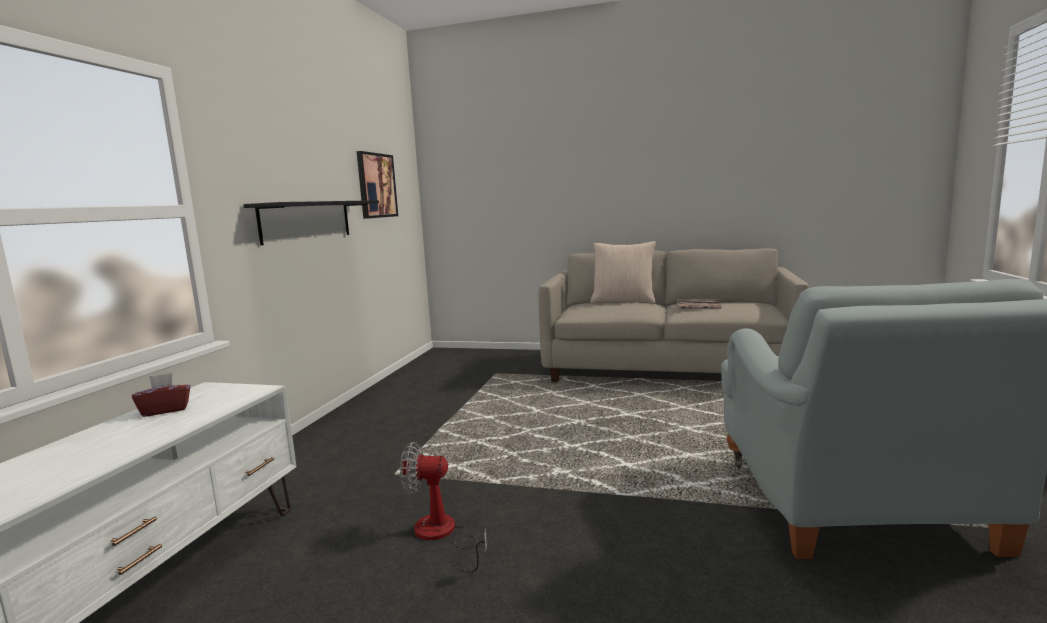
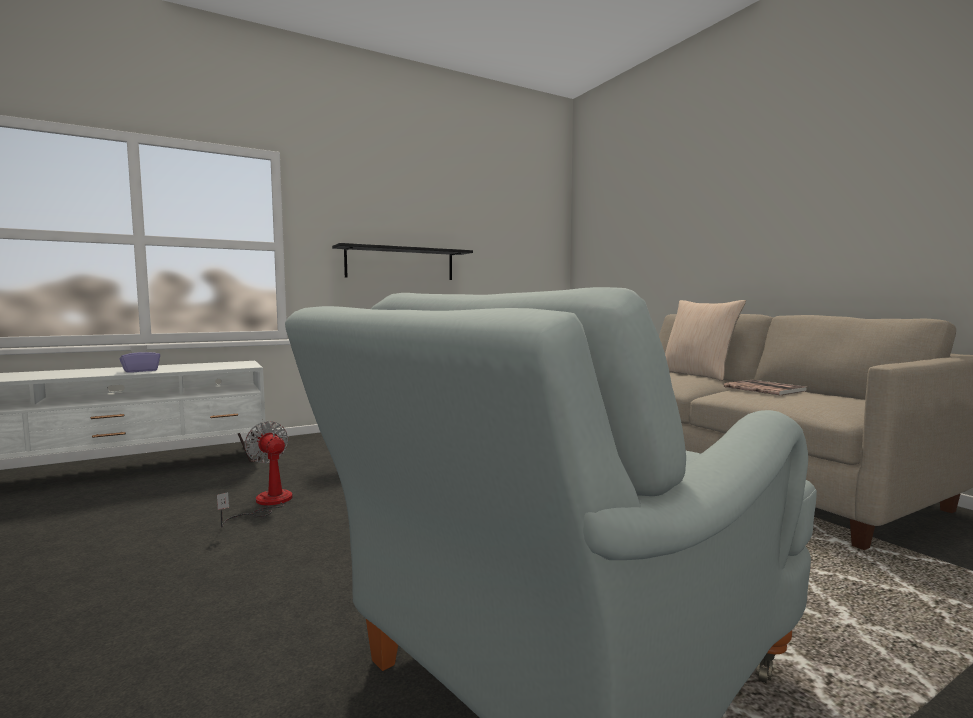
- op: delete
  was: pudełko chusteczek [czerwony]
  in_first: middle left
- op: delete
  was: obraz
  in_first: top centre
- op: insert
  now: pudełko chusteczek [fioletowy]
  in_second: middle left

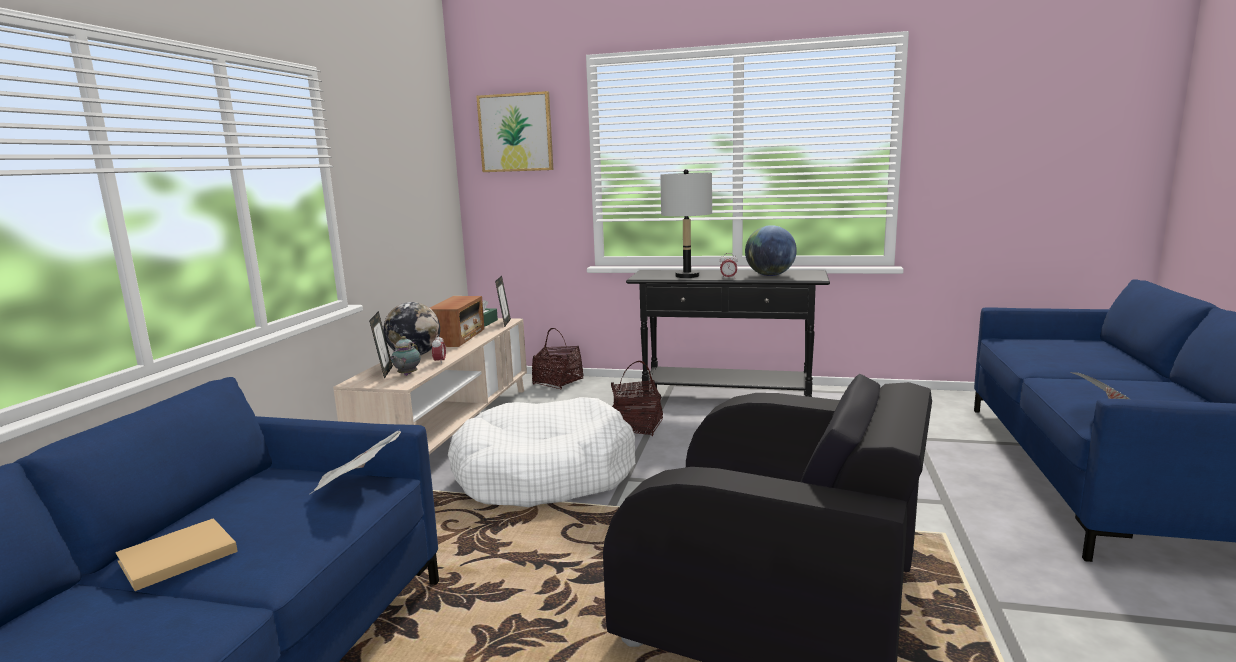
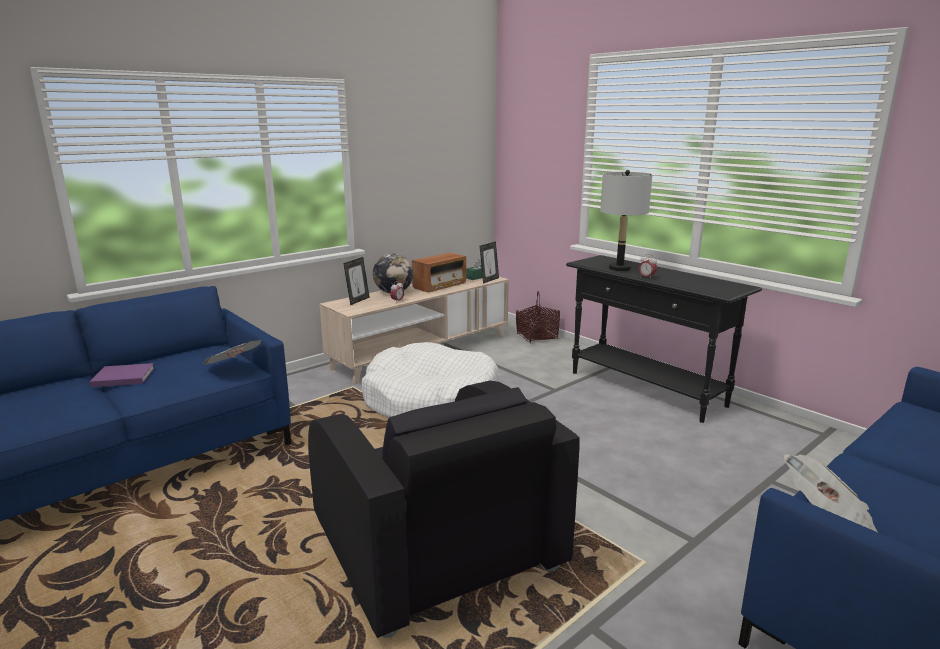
- op: delete
  was: imbryk
  in_first: middle left
- op: delete
  was: obraz
  in_first: top centre
- op: delete
  was: koszyk (2nd from left)
  in_first: centre
- op: delete
  was: globus (2nd from left)
  in_first: centre
- op: recolor
  was: książka [beżowy]
  now: książka [fioletowy]
  in_first: bottom left
  in_second: middle left

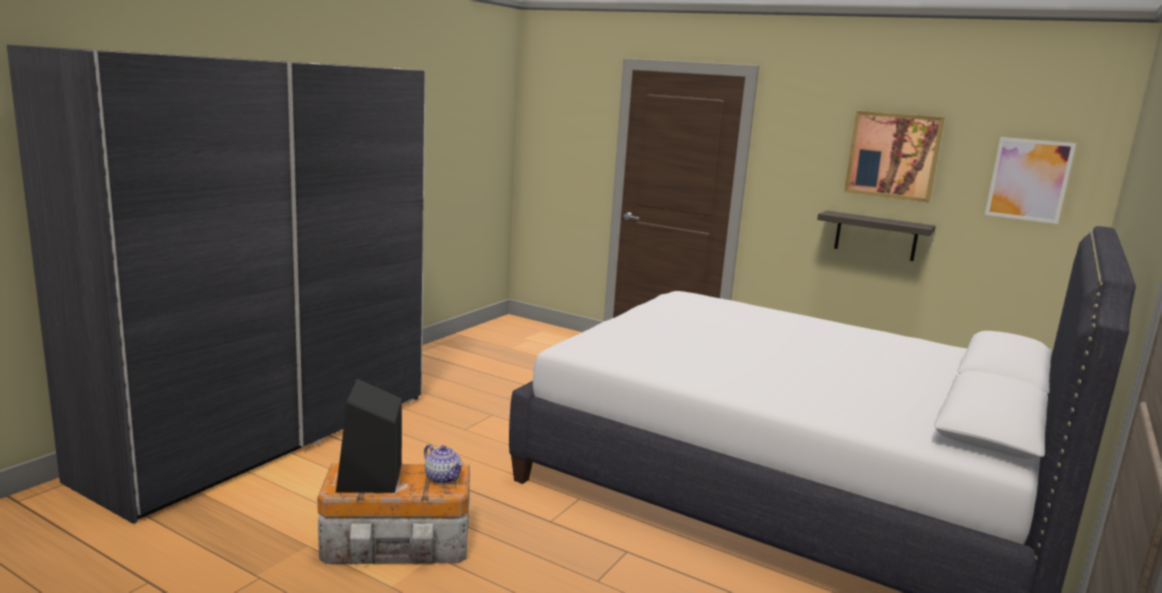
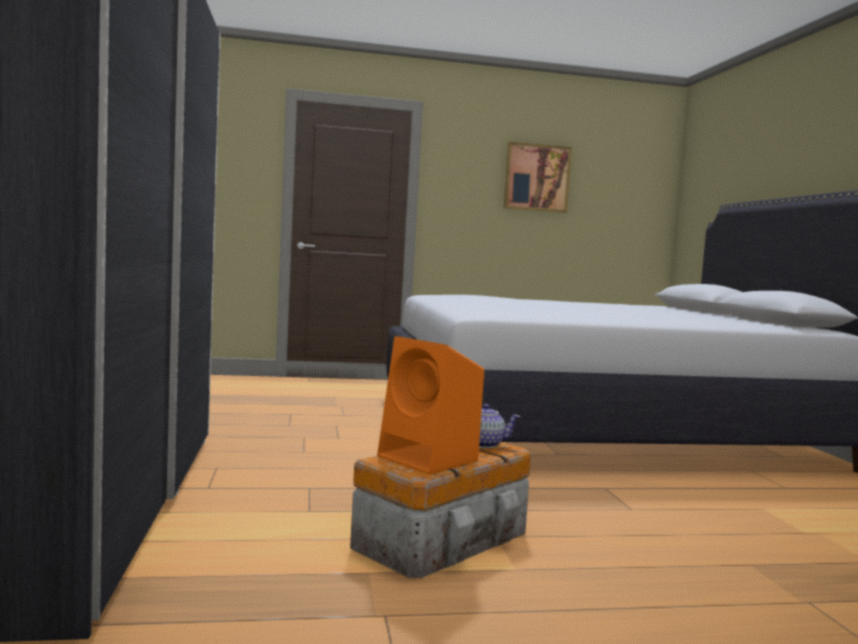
- op: delete
  was: półka
  in_first: middle right
- op: delete
  was: obraz (2nd from left)
  in_first: top right
- op: recolor
  was: głośnik [czarny]
  now: głośnik [pomarańczowy]
  in_first: bottom left
  in_second: centre

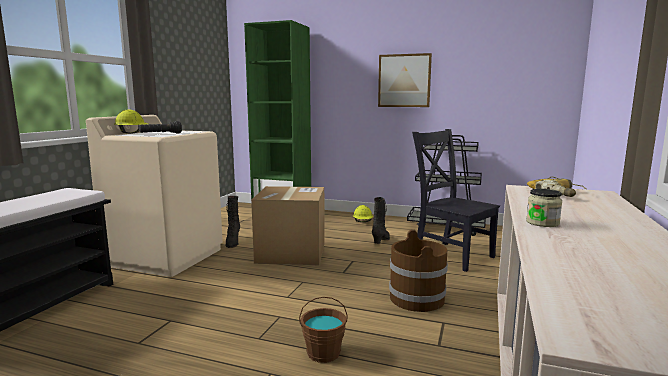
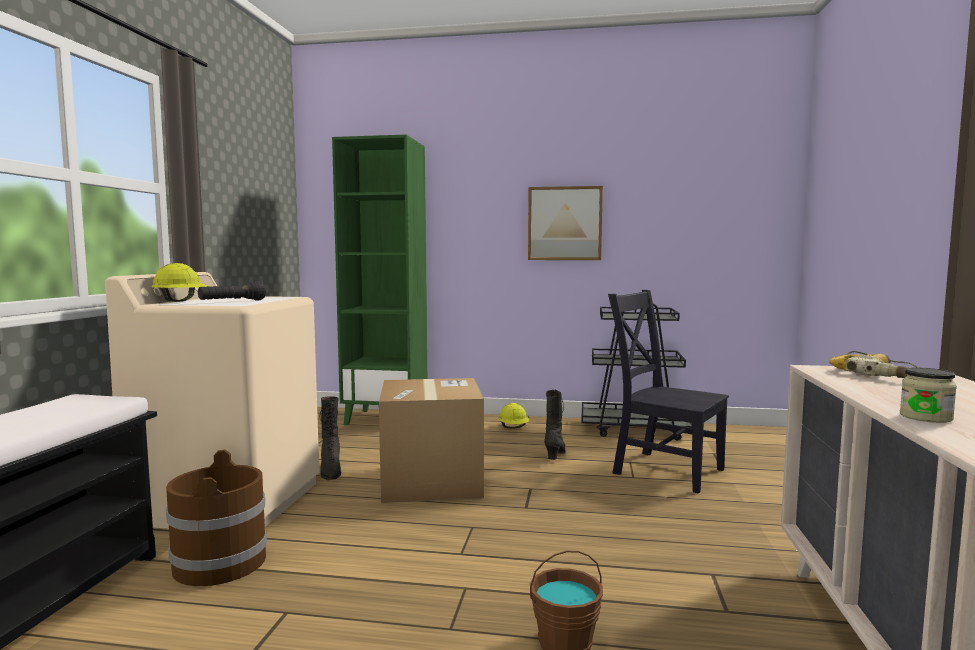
- op: move
  was: wiadro [brązowy] (2nd from left in the first image)
  now: wiadro [brązowy] (1st from left)
  in_first: bottom centre
  in_second: bottom left

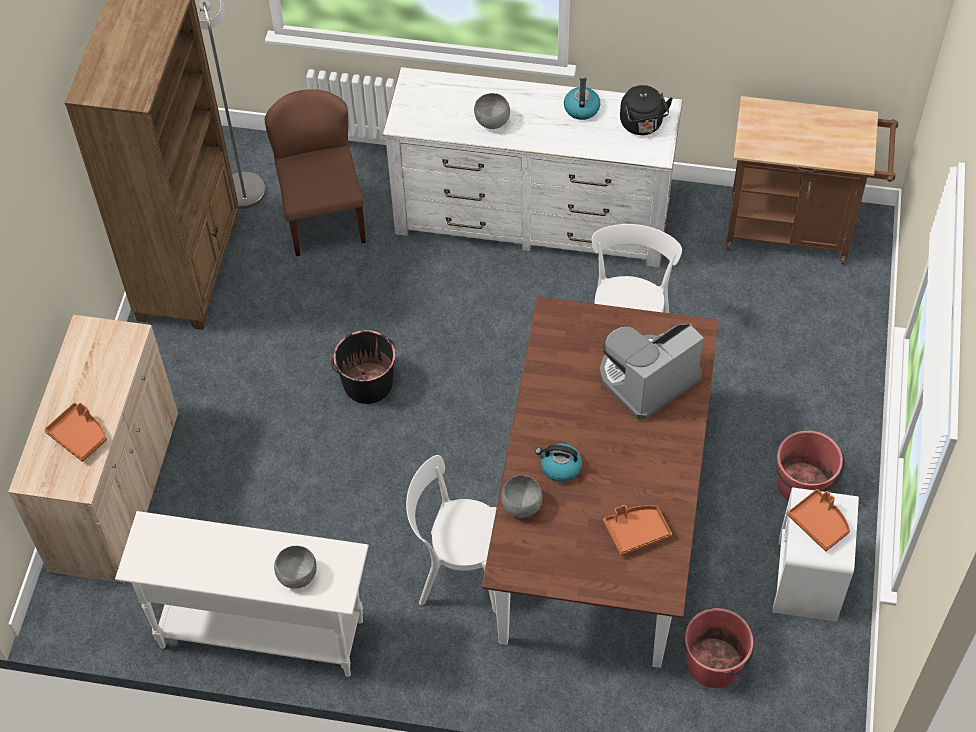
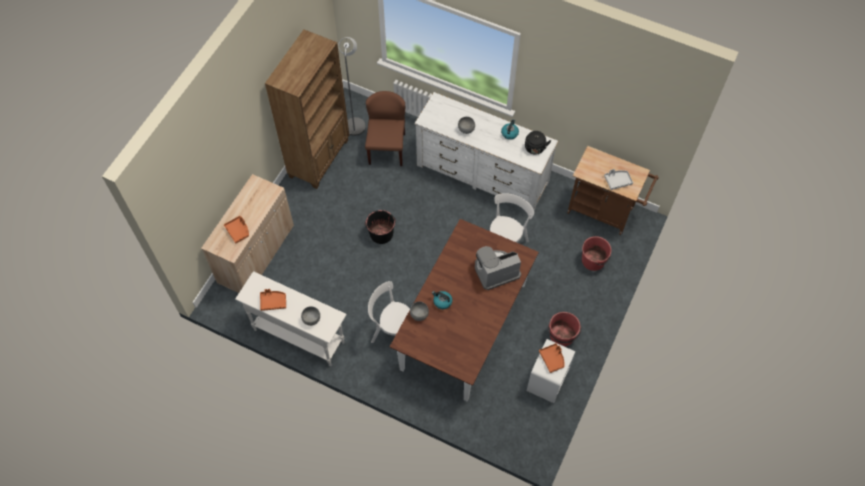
- op: insert
  now: taca [szary]
  in_second: middle right
- op: move
  was: taca [pomarańczowy] (2nd from left)
  in_first: bottom centre
  in_second: middle left
- op: move
  was: wiadro [czerwony] (1st from left in the first image)
  now: wiadro [czerwony] (2nd from left)
  in_first: bottom right
  in_second: middle right

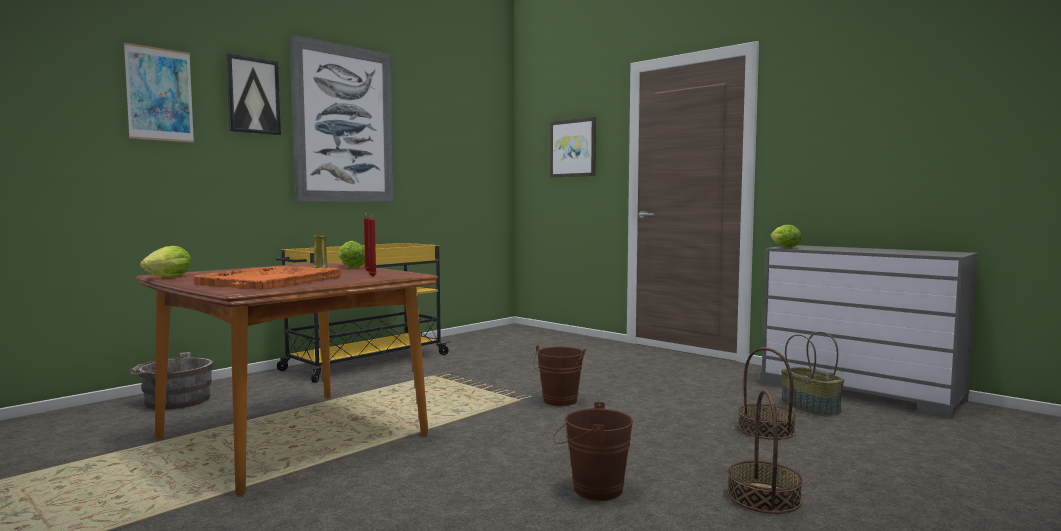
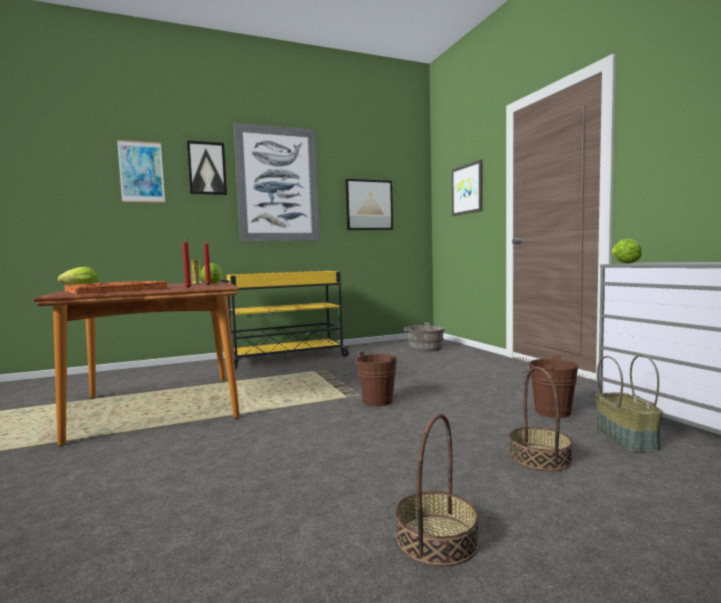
- op: insert
  now: obraz (4th from left)
  in_second: centre
- op: move
  was: wiadro [szary]
  in_first: bottom left
  in_second: centre
- op: move
  was: wiadro [brązowy] (2nd from left)
  in_first: bottom centre
  in_second: middle right

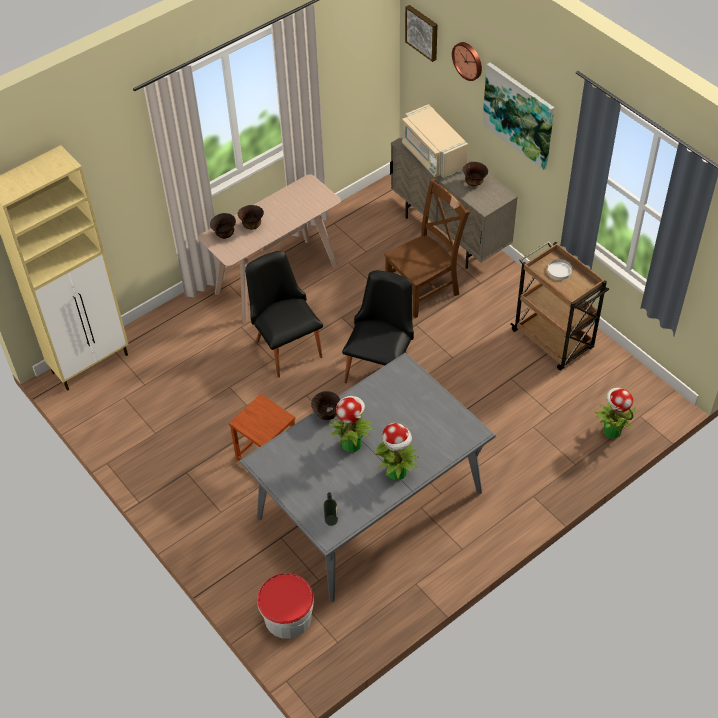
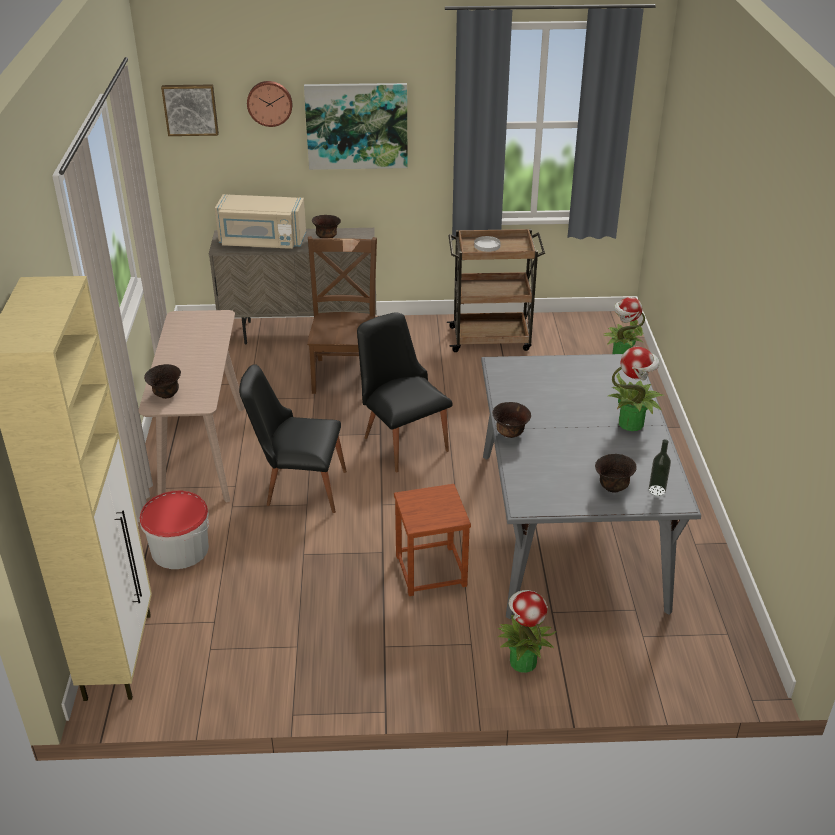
- op: move
  was: miska [brązowy] (2nd from left in the first image)
  now: miska [brązowy] (4th from left)
  in_first: top centre
  in_second: middle right
- op: move
  was: wiadro
  in_first: bottom centre
  in_second: middle left
- op: move
  was: roślina doniczkowa (1st from left)
  in_first: centre
  in_second: bottom centre

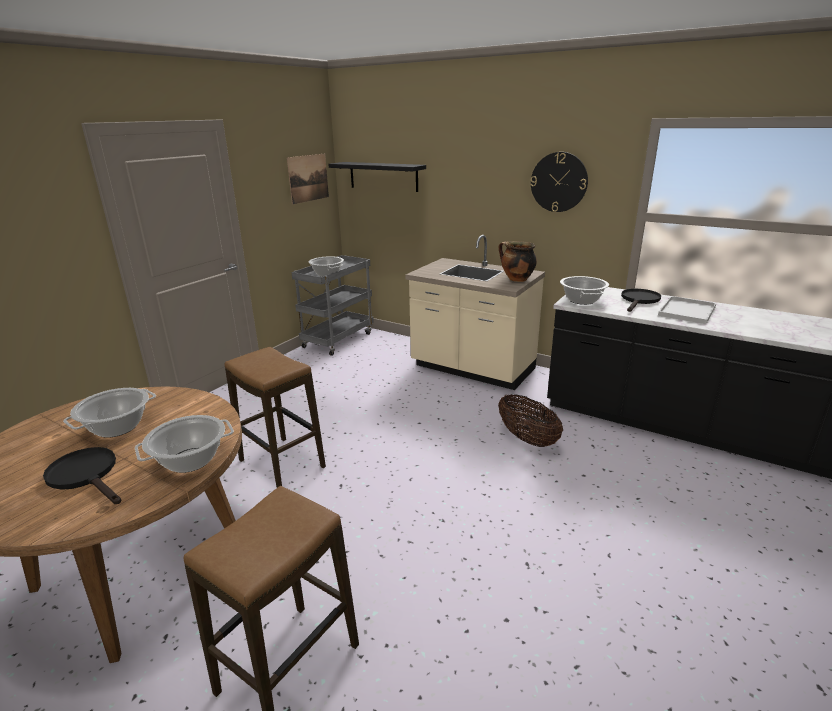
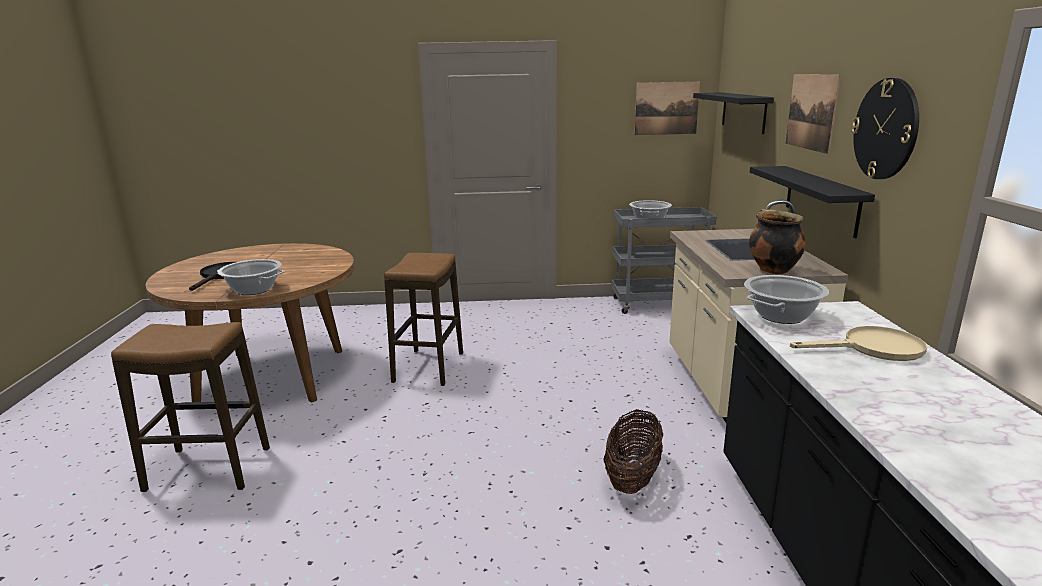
- op: delete
  was: garnek (1st from left)
  in_first: middle left
- op: delete
  was: taca [biały]
  in_first: middle right
- op: insert
  now: półka [czarny] (2nd from left)
  in_second: middle right
- op: insert
  now: obraz (2nd from left)
  in_second: top right
- op: recolor
  was: patelnia [czarny] (2nd from left)
  now: patelnia [beżowy]
  in_first: middle right
  in_second: middle right

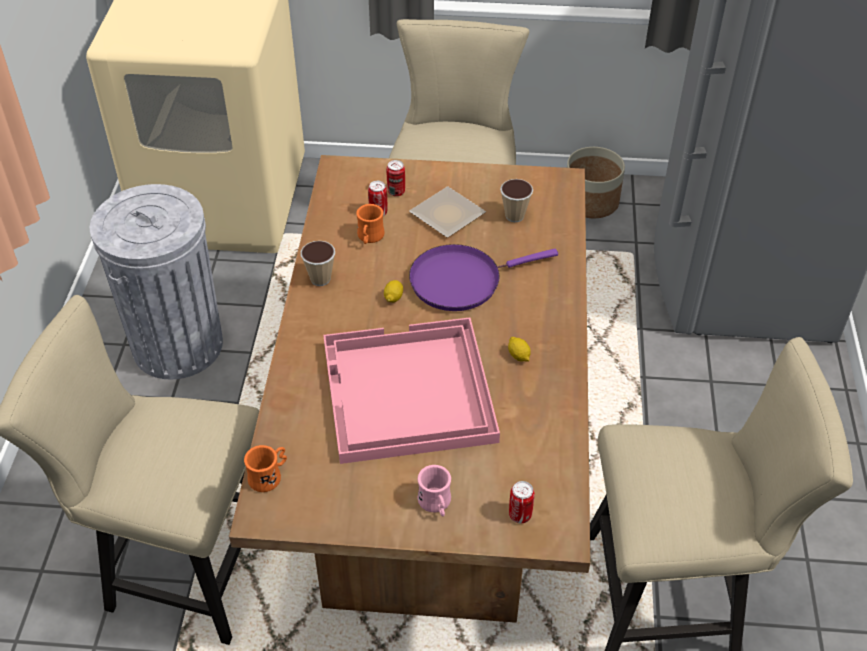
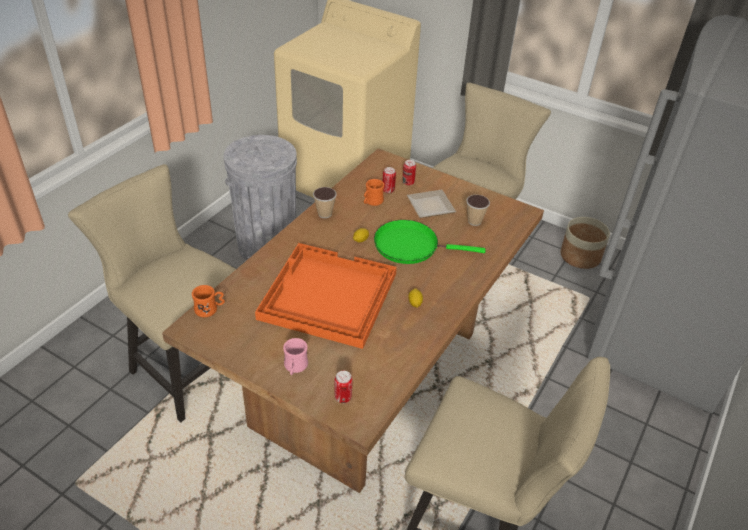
- op: recolor
  was: taca [różowy]
  now: taca [pomarańczowy]
  in_first: centre
  in_second: centre
- op: recolor
  was: patelnia [fioletowy]
  now: patelnia [zielony]
  in_first: centre
  in_second: centre

